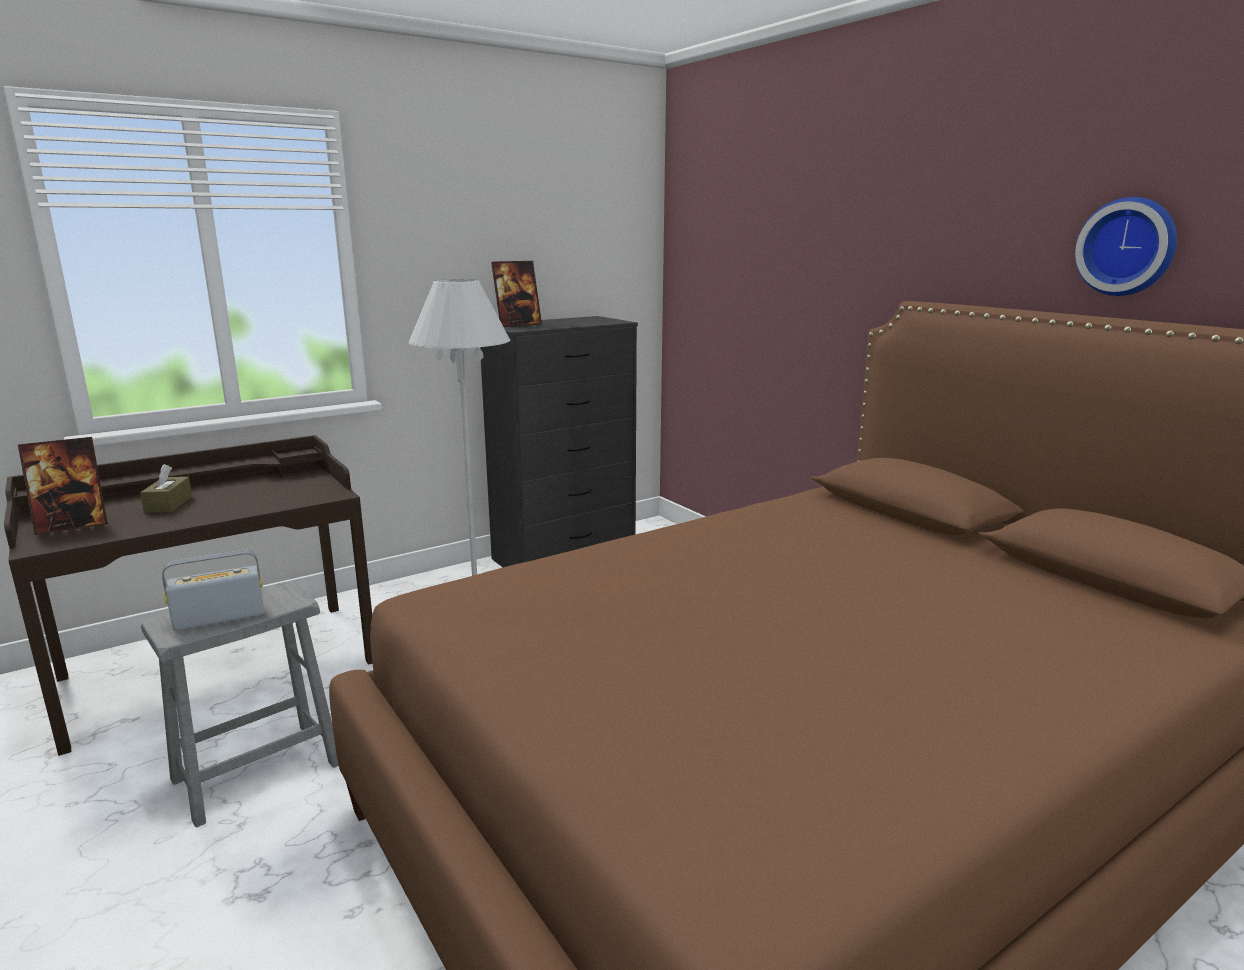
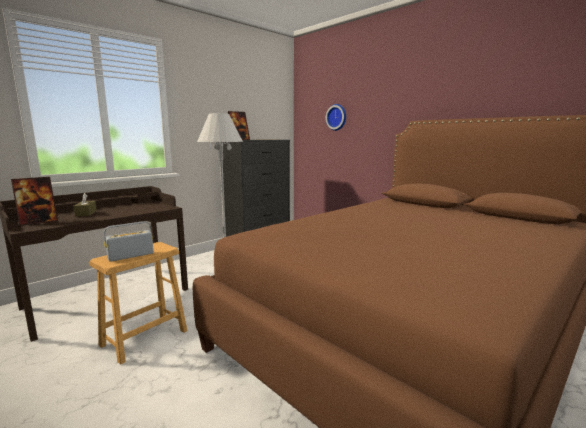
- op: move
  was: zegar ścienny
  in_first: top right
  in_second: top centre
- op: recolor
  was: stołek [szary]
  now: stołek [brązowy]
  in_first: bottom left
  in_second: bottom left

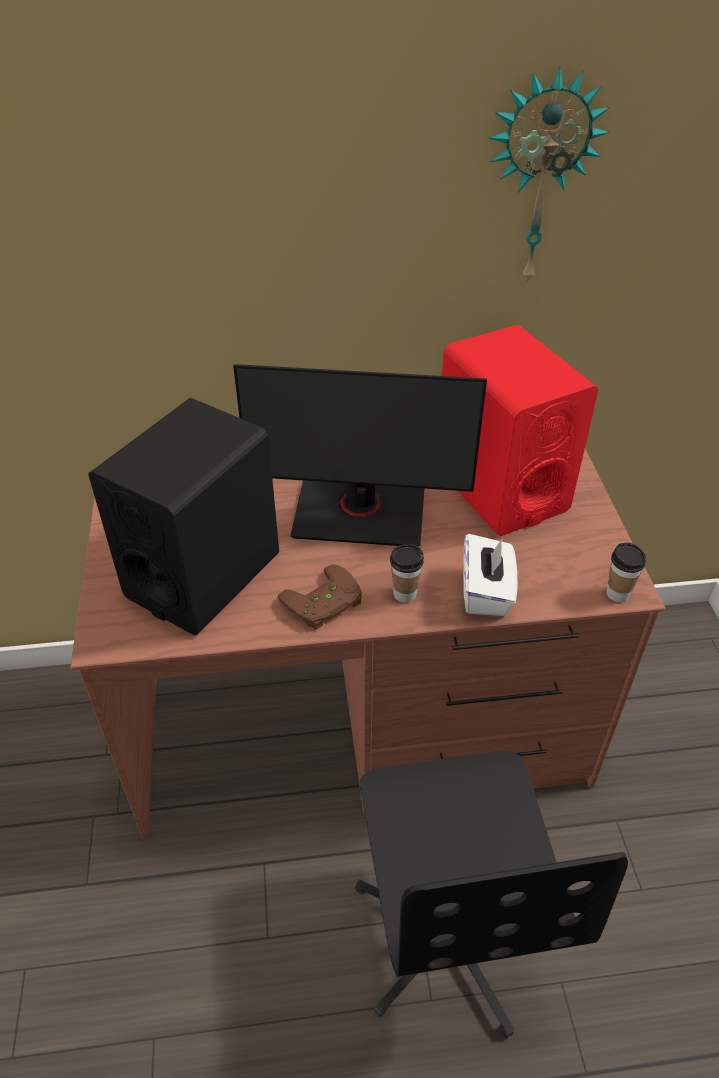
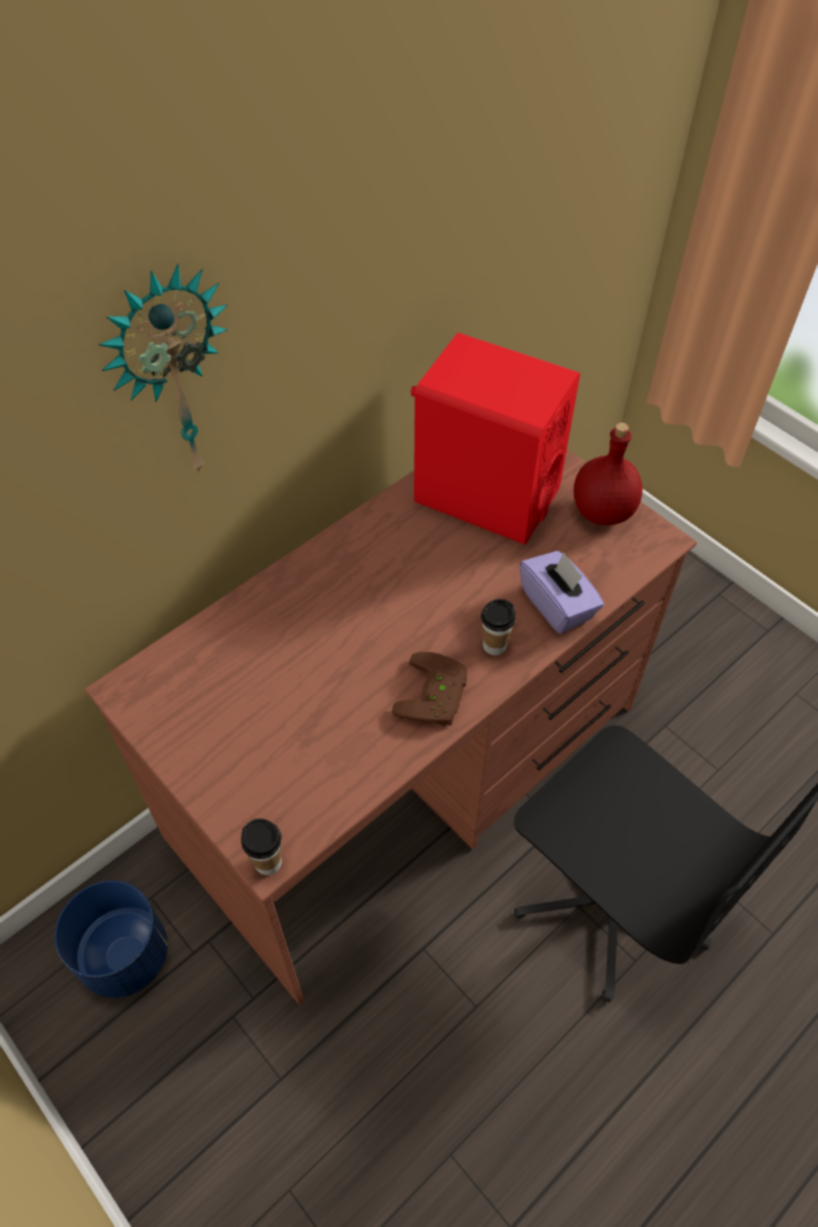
- op: delete
  was: głośnik [czarny]
  in_first: middle left
- op: delete
  was: monitor
  in_first: centre
- op: insert
  now: donica [niebieski]
  in_second: bottom left
- op: insert
  now: butelka [czerwony]
  in_second: middle right
- op: move
  was: zegar ścienny
  in_first: top right
  in_second: top left
- op: move
  was: filiżanka (2nd from left in the first image)
  now: filiżanka (1st from left)
  in_first: middle right
  in_second: bottom left
- op: recolor
  was: pudełko chusteczek [biały]
  now: pudełko chusteczek [fioletowy]
  in_first: middle right
  in_second: middle right

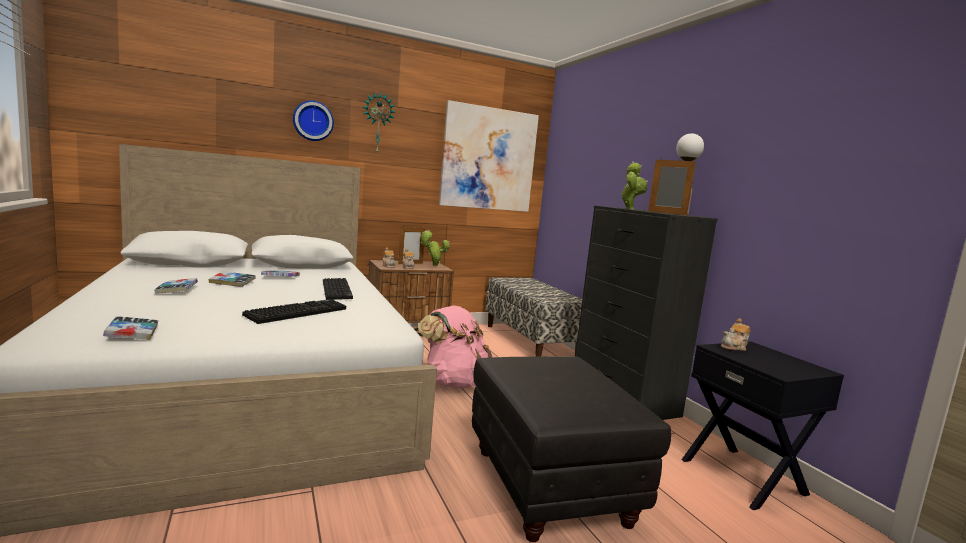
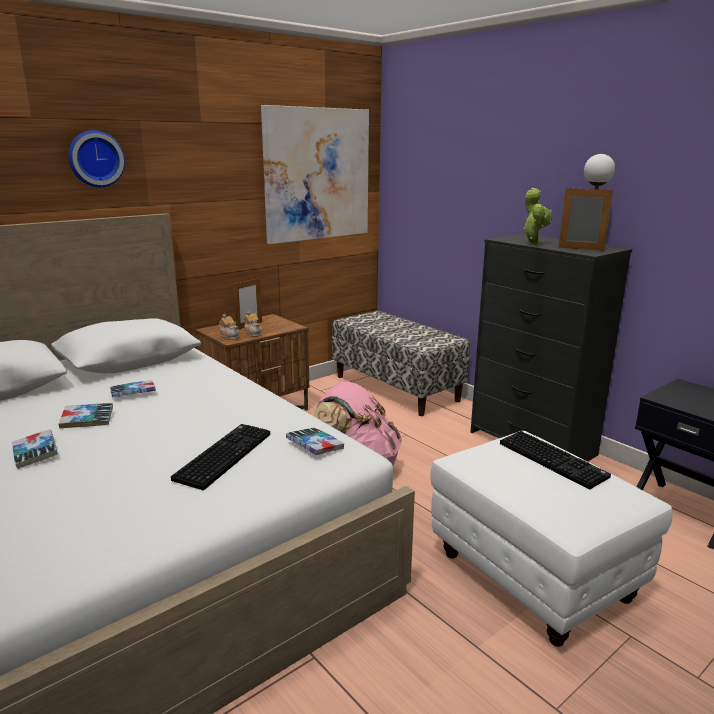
- op: delete
  was: zegar ścienny (2nd from left)
  in_first: top centre
- op: delete
  was: roślina doniczkowa (1st from left)
  in_first: centre
- op: delete
  was: imbryk (3rd from left)
  in_first: middle right
- op: move
  was: książka (1st from left in the first image)
  now: książka (4th from left)
  in_first: middle left
  in_second: centre
- op: move
  was: klawiatura (2nd from left)
  in_first: centre
  in_second: middle right
- op: recolor
  was: pufa [czarny]
  now: pufa [biały]
  in_first: bottom centre
  in_second: bottom right

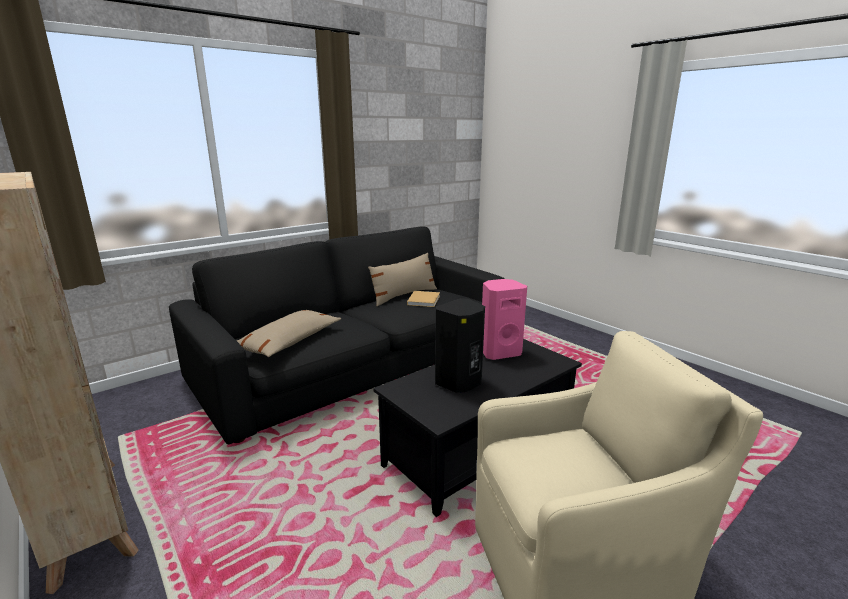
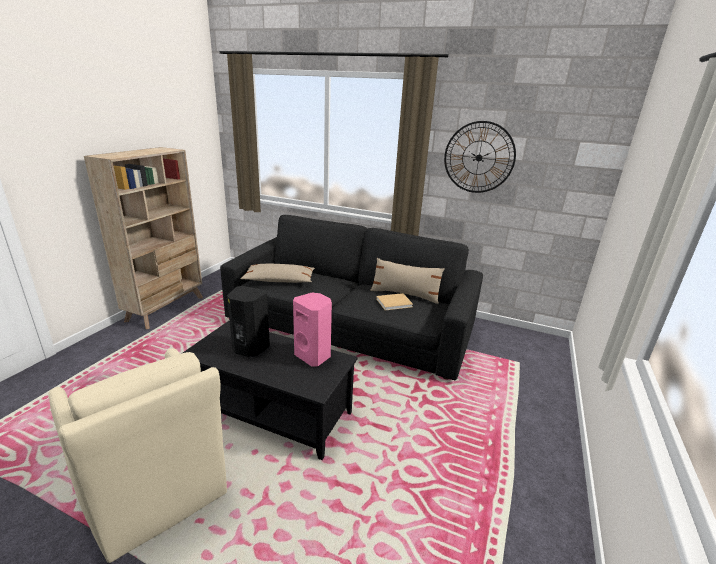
- op: insert
  now: zegar ścienny
  in_second: top right

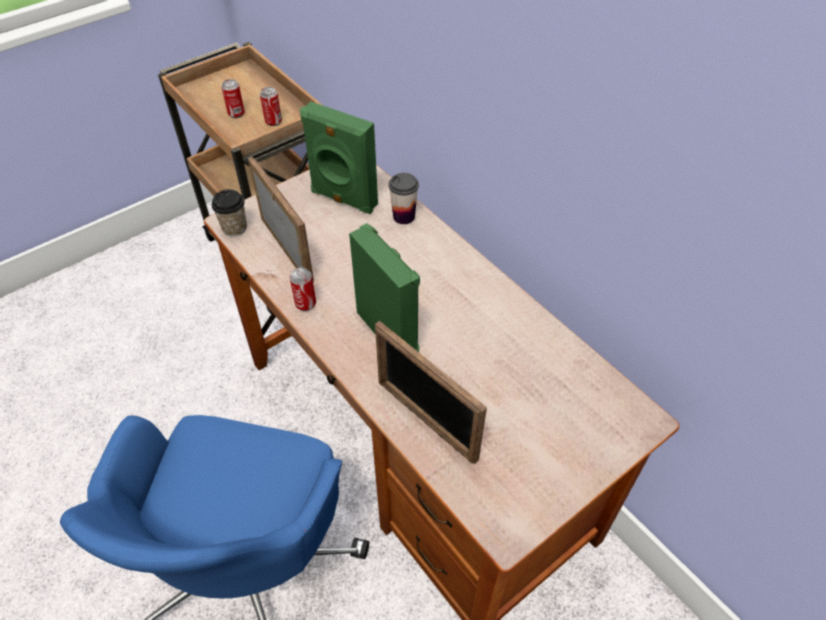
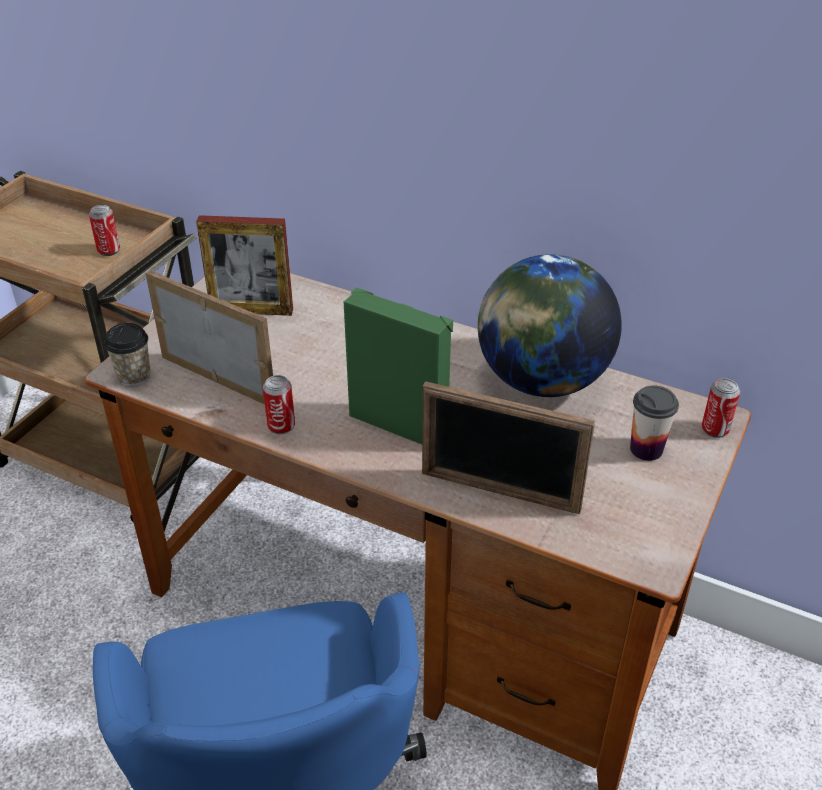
- op: insert
  now: globus
  in_second: middle right
- op: move
  was: puszka (1st from left in the first image)
  now: puszka (3rd from left)
  in_first: top left
  in_second: middle right
- op: move
  was: filiżanka (2nd from left)
  in_first: top centre
  in_second: middle right
- op: replace
  was: głośnik [zielony] (1st from left)
  now: ramka na zdjęcie (2nd from left)
  in_first: top centre
  in_second: middle left

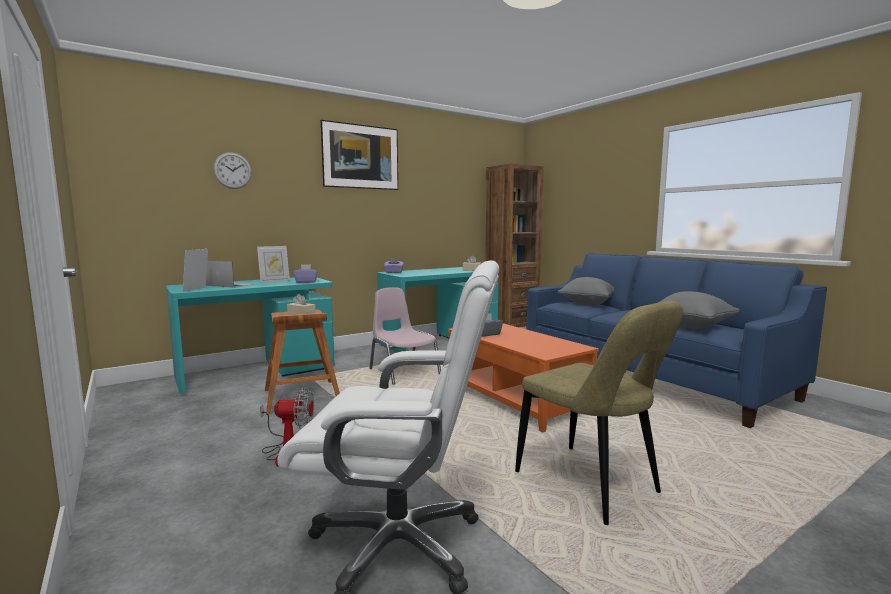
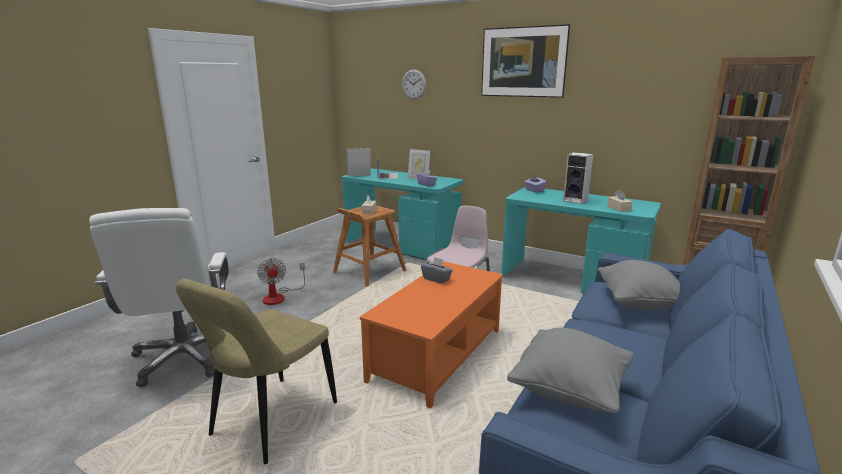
- op: insert
  now: głośnik
  in_second: middle right

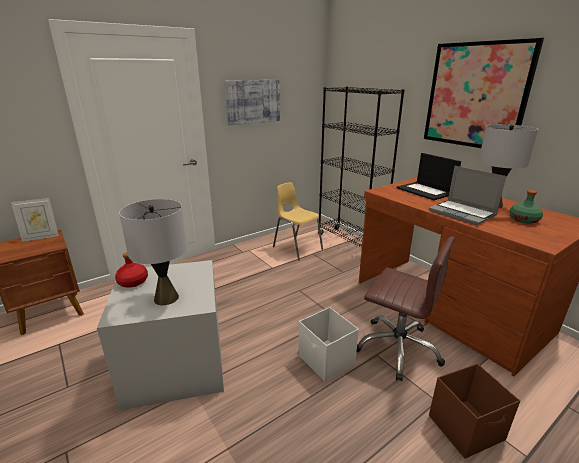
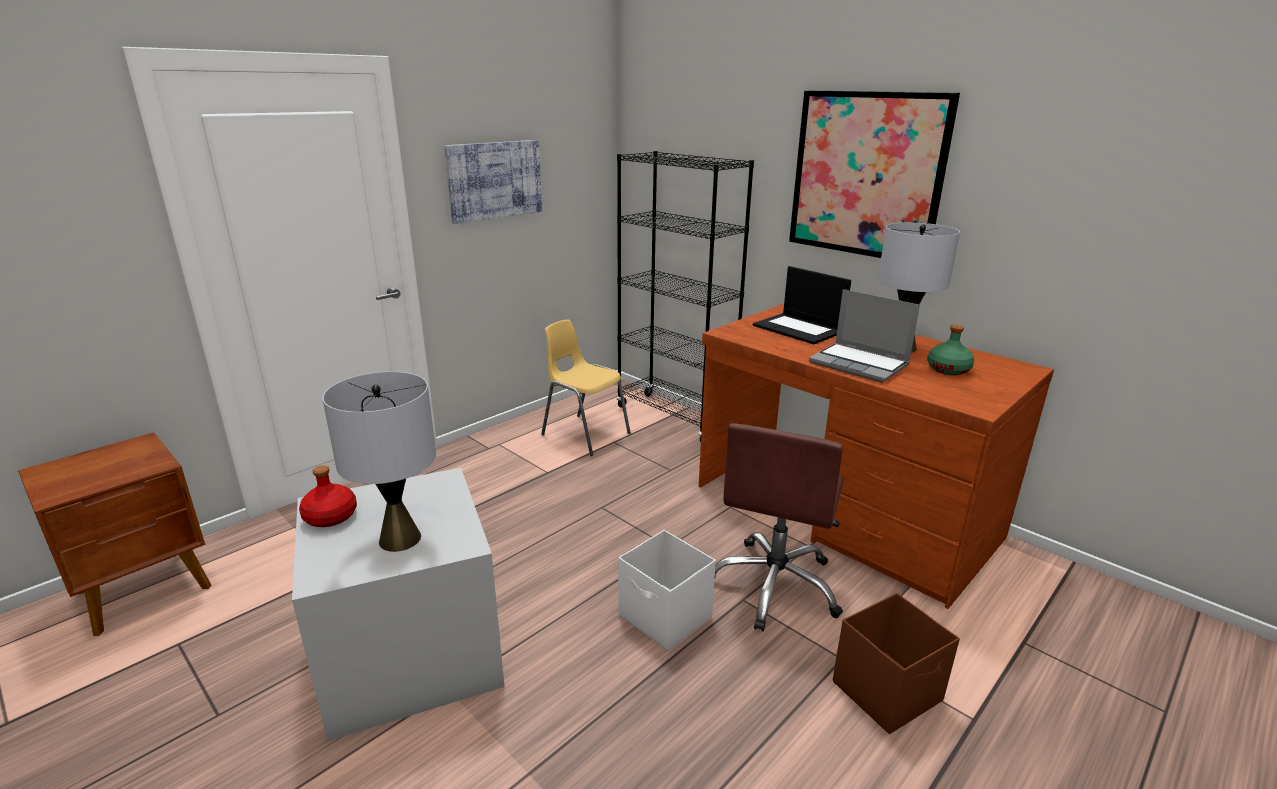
- op: delete
  was: ramka na zdjęcie
  in_first: middle left
- op: rotate
  was: krzesło biurowe [brązowy]
  in_first: middle right
  in_second: bottom centre
  clockwise: 90

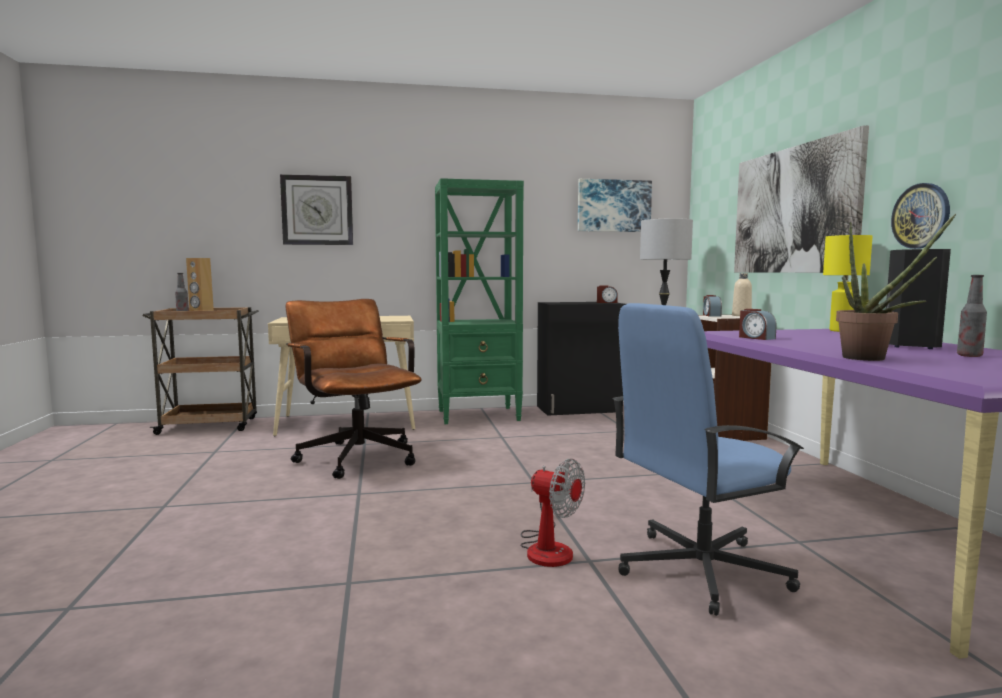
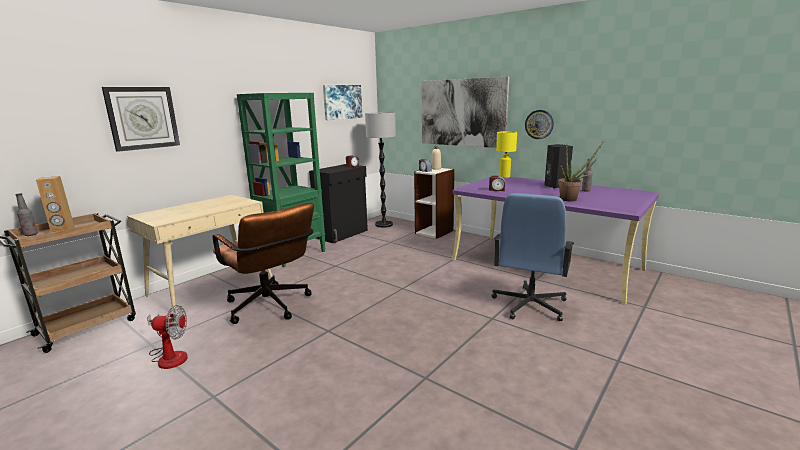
- op: move
  was: wentylator
  in_first: bottom centre
  in_second: bottom left
- op: rotate
  was: krzesło biurowe [brązowy]
  in_first: centre
  in_second: middle left
  clockwise: -150

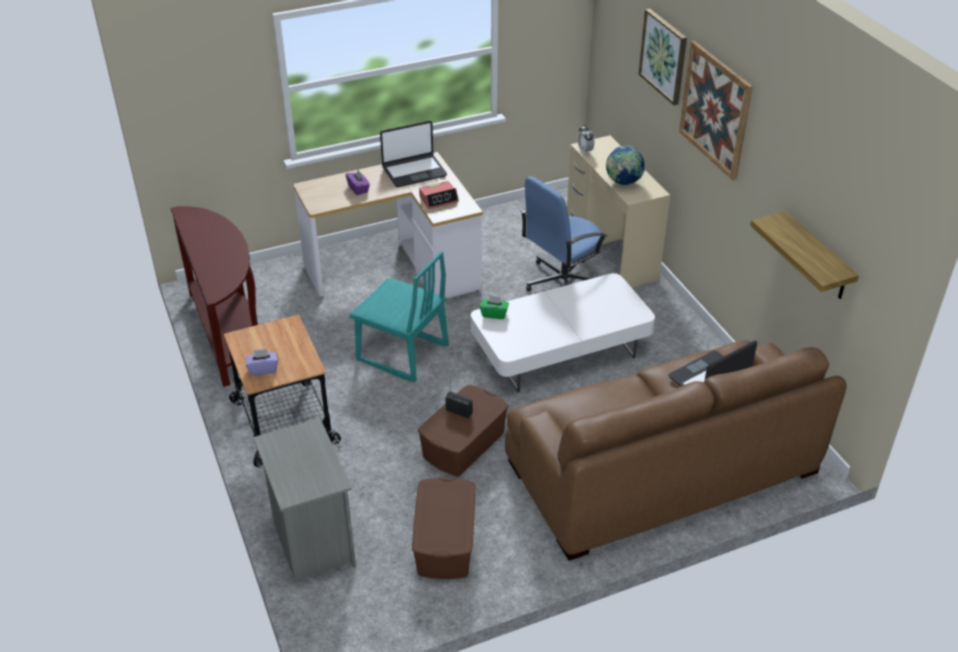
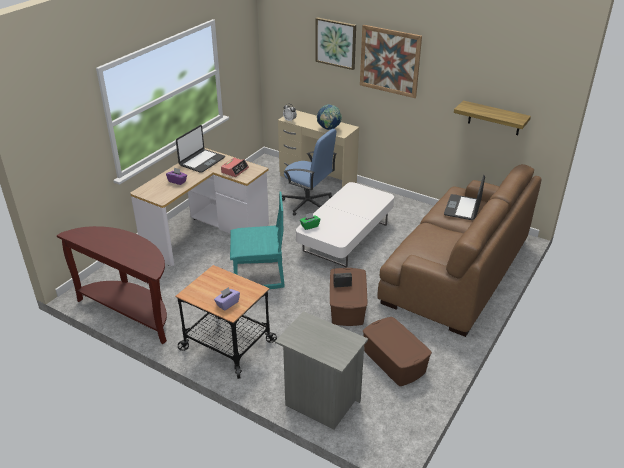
- op: rotate
  was: krzesło biurowe [niebieski]
  in_first: centre
  in_second: centre
  clockwise: -75

